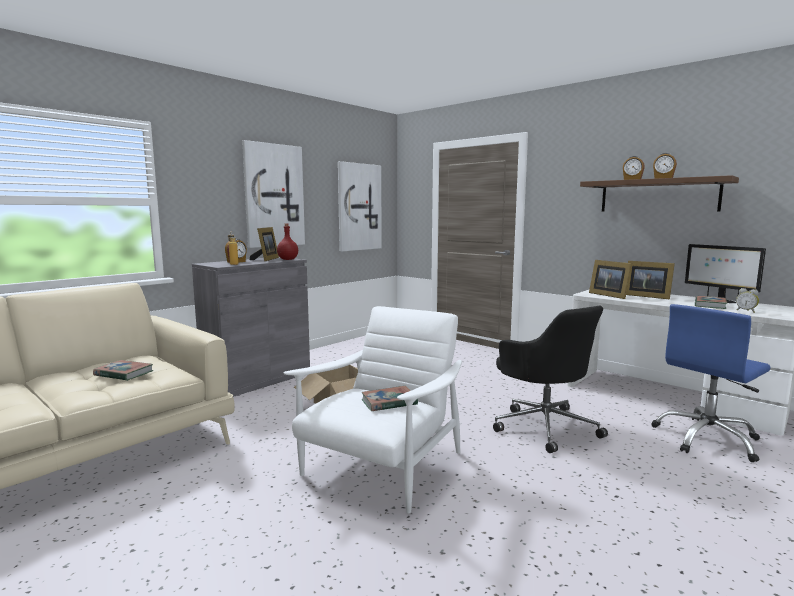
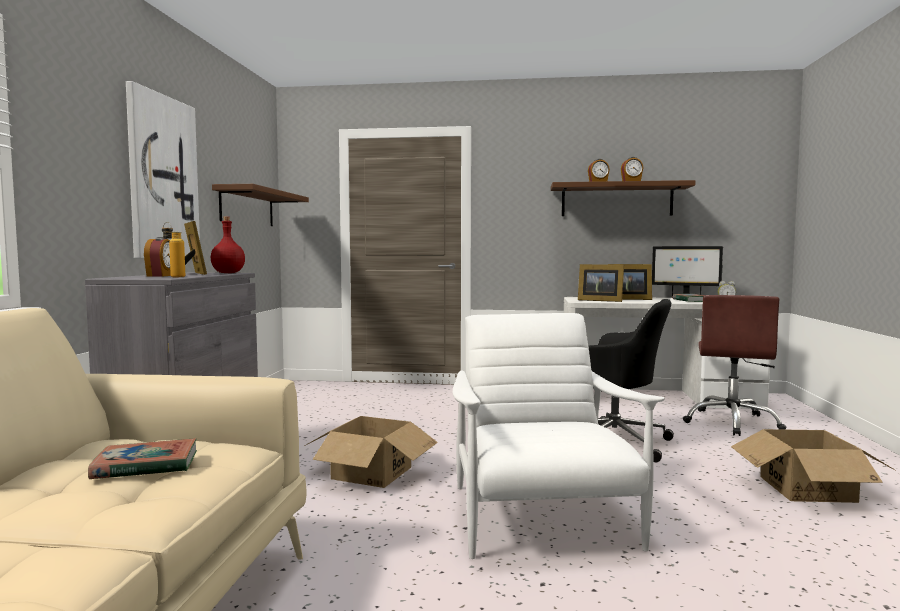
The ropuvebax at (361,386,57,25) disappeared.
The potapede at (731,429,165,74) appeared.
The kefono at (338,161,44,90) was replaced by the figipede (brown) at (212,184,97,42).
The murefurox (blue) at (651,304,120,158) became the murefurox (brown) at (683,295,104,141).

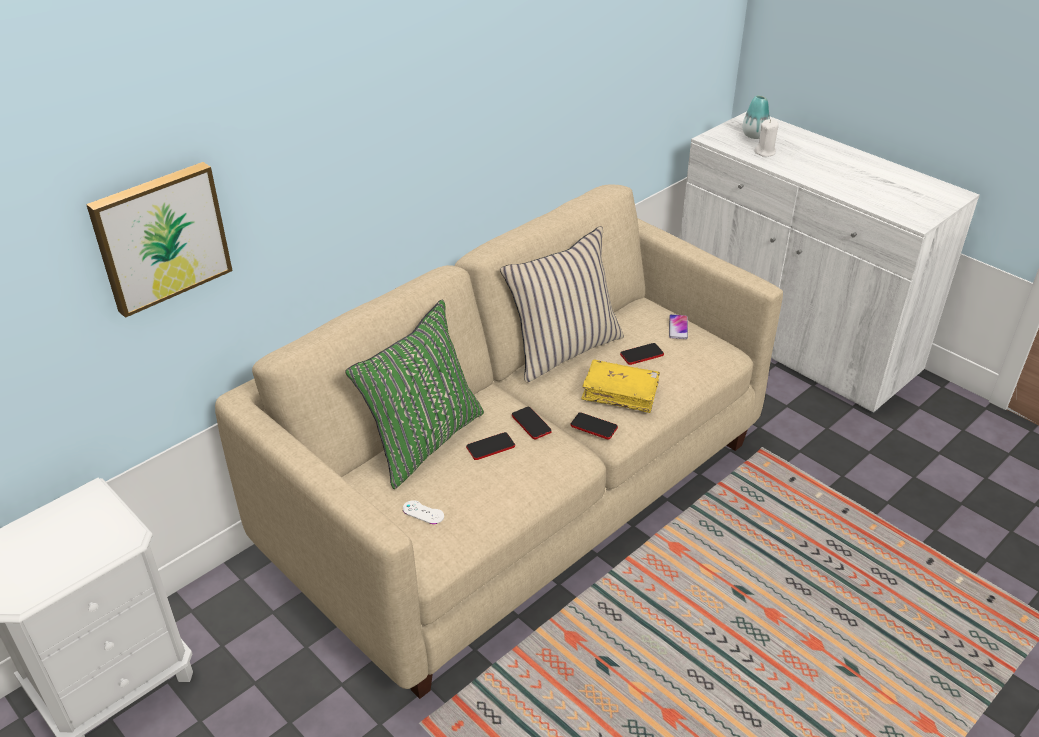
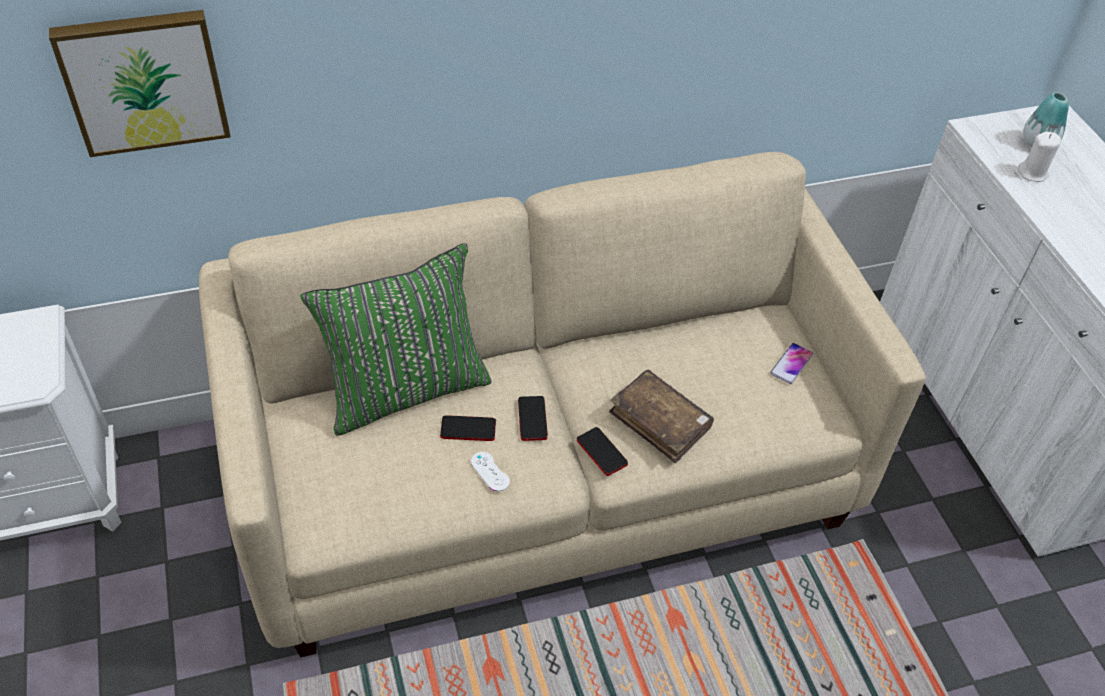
The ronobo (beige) at (500,226,124,157) disappeared.
The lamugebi at (620,343,44,22) disappeared.
The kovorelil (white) moved from (403,500,41,24) to (471,452,39,39).
The ropuvebax (yellow) at (581,359,79,54) became the ropuvebax (brown) at (609,370,105,93).

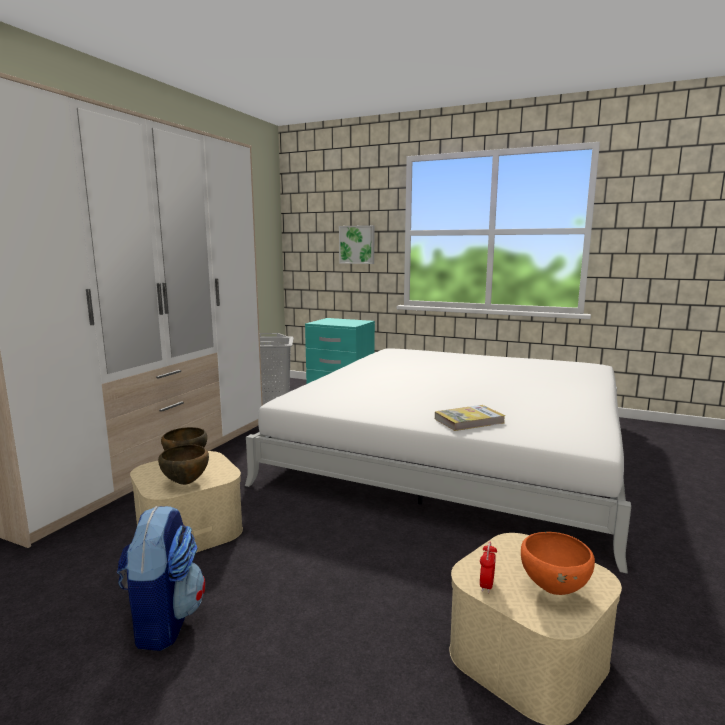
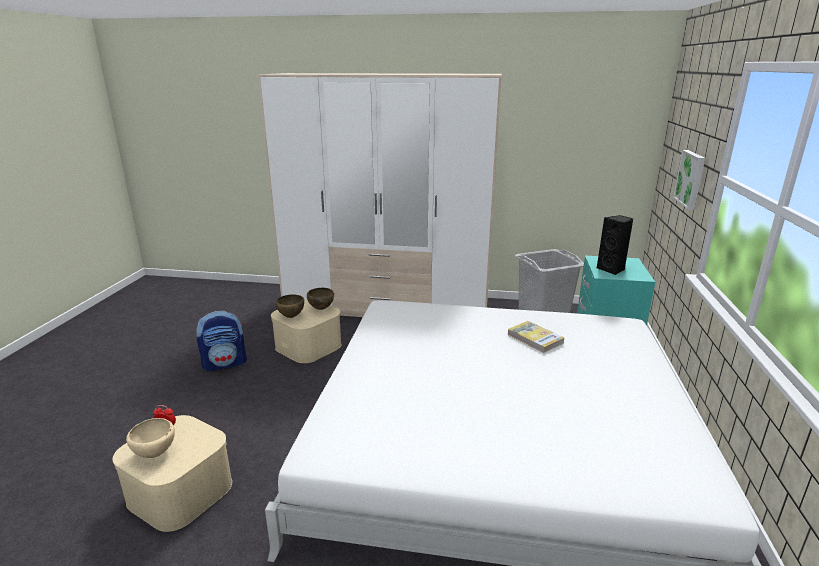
The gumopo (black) at (596,215,37,60) appeared.
The ropuvebax moved from (435,405,70,26) to (507,321,57,32).
The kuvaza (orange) at (521,532,74,63) became the kuvaza (beige) at (126,418,49,40).

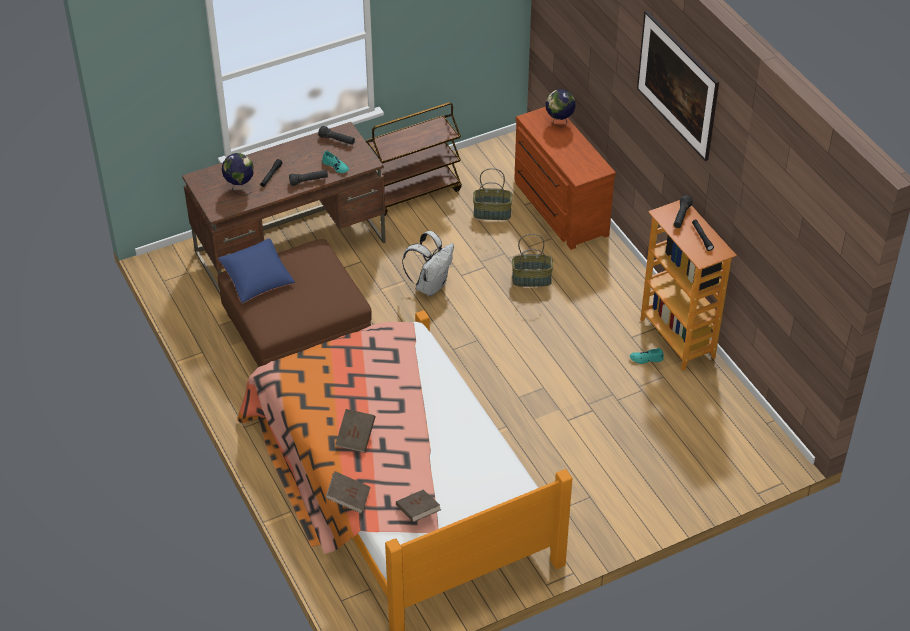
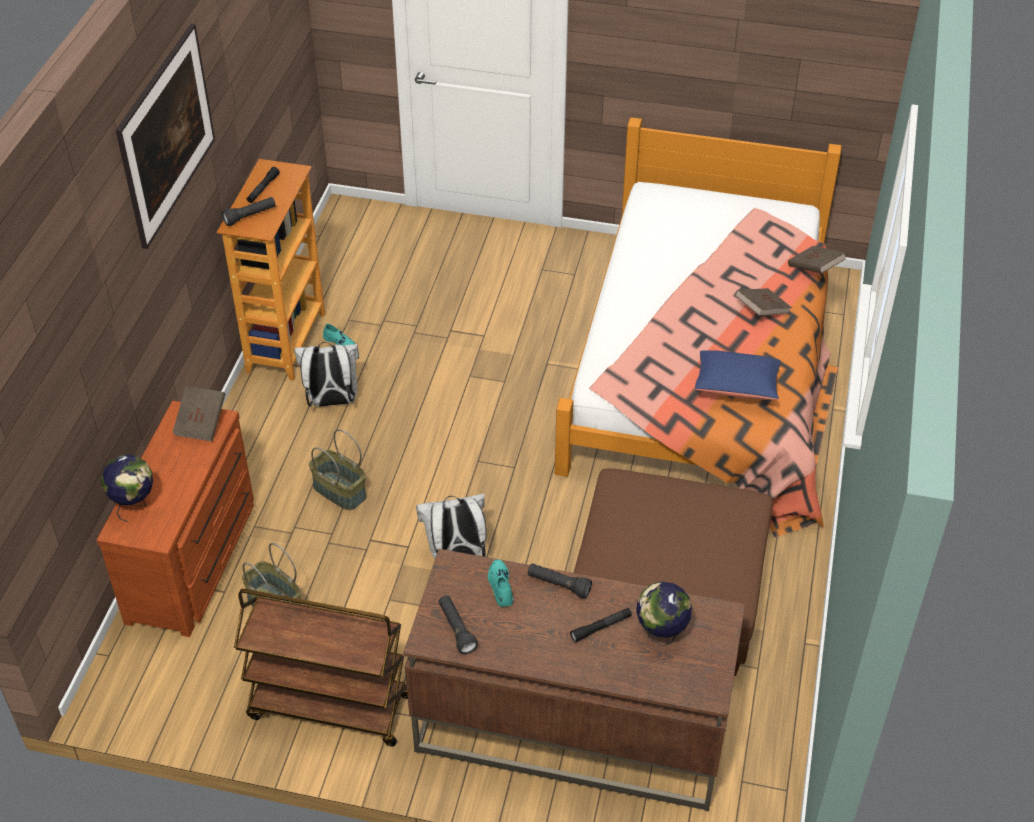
The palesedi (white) at (294,342,65,65) appeared.
The ronobo (blue) moved from (217,238,78,65) to (695,350,86,50).
The ropuvebax (brown) moved from (396,490,45,32) to (172,386,53,55).

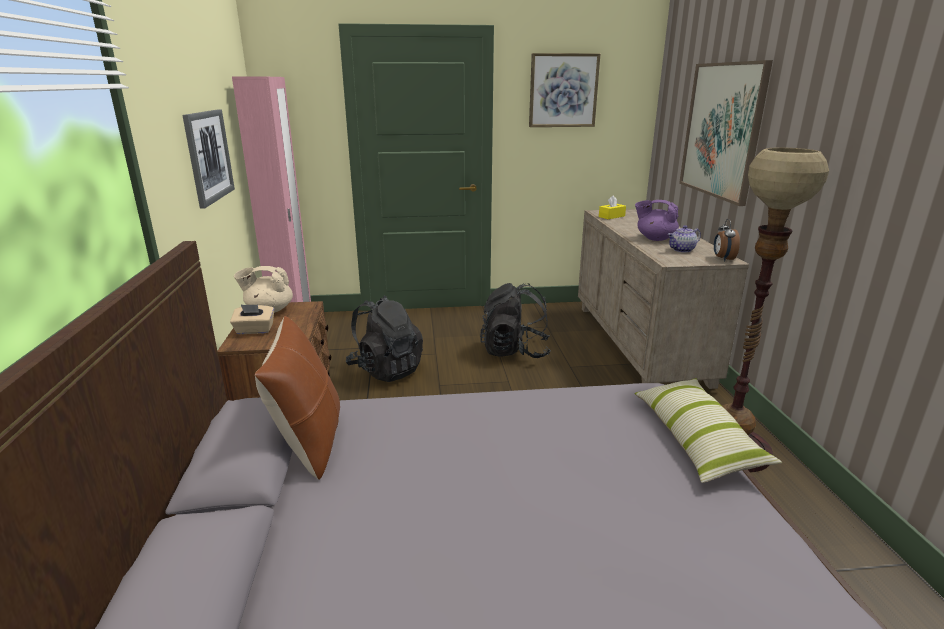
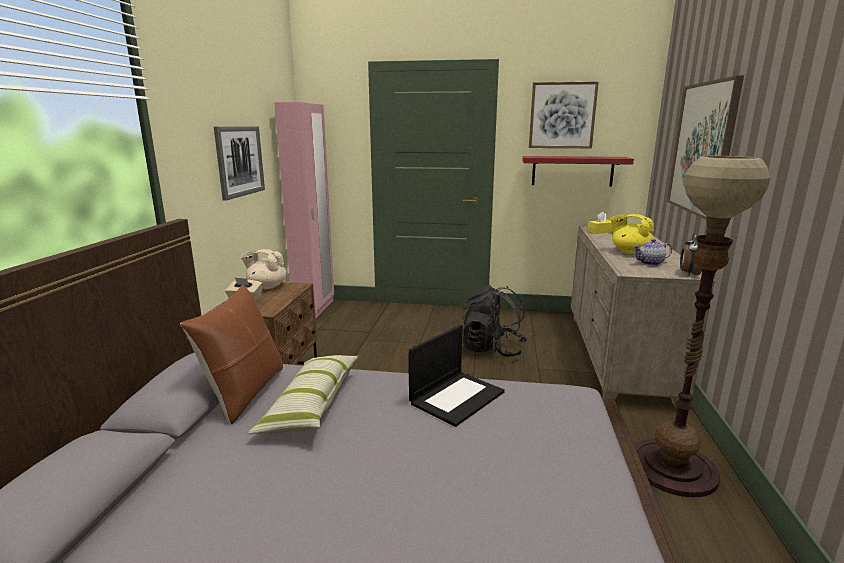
The palesedi (black) at (346,296,77,86) disappeared.
The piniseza at (409,325,96,102) appeared.
The figipede (red) at (522,156,112,31) appeared.
The ronobo moved from (635,378,147,105) to (248,355,112,79).
The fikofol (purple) at (635,200,44,41) became the fikofol (yellow) at (610,214,44,40).

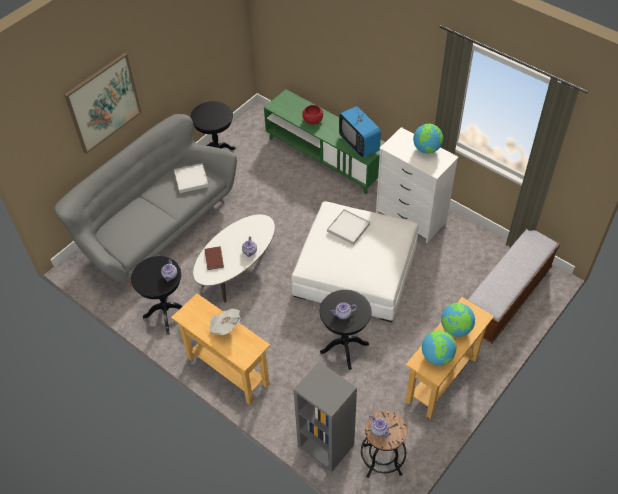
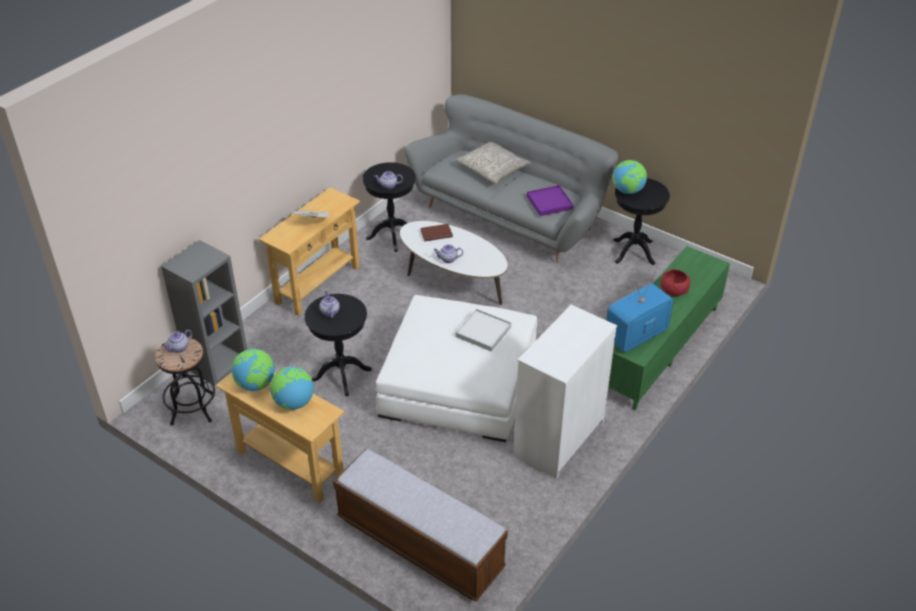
The kefono at (64,53,78,101) disappeared.
The ronobo (grey) at (455,142,76,42) appeared.
The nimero moved from (413,124,30,30) to (613,160,34,34).
The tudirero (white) at (174,163,35,30) became the tudirero (purple) at (527,185,46,31).

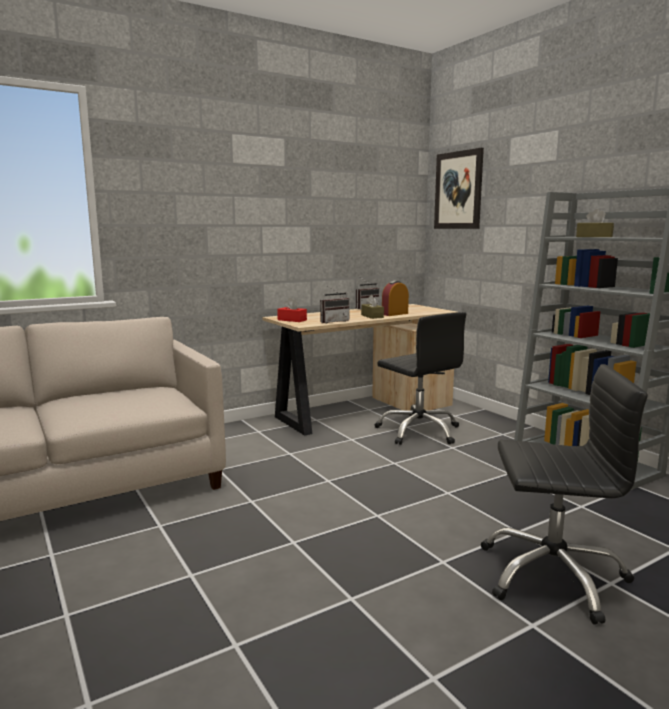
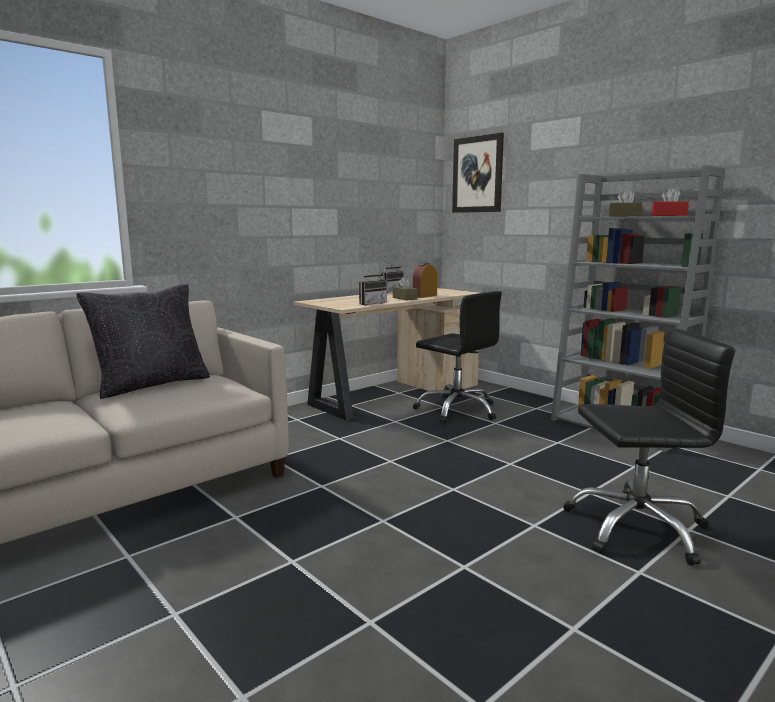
The ronobo (black) at (76,284,134,115) appeared.
The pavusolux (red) moved from (277,298,30,24) to (651,188,38,28).

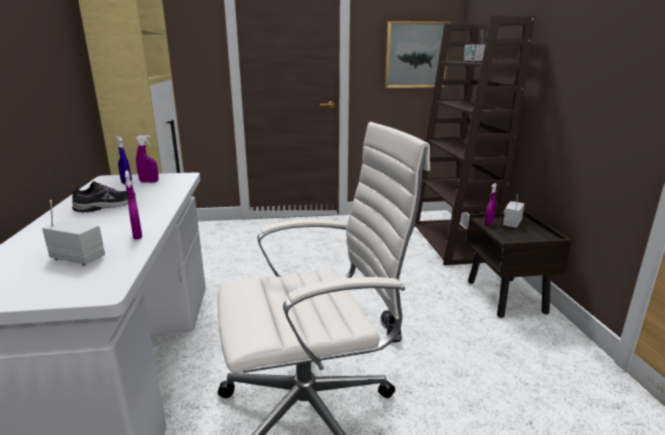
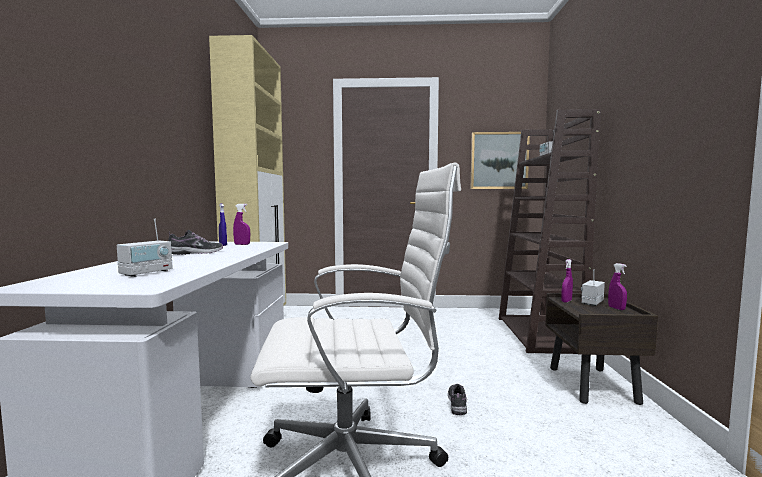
The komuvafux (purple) moved from (125,170,17,69) to (608,263,19,47).
The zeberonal at (42,200,63,66) turned 90 degrees clockwise.

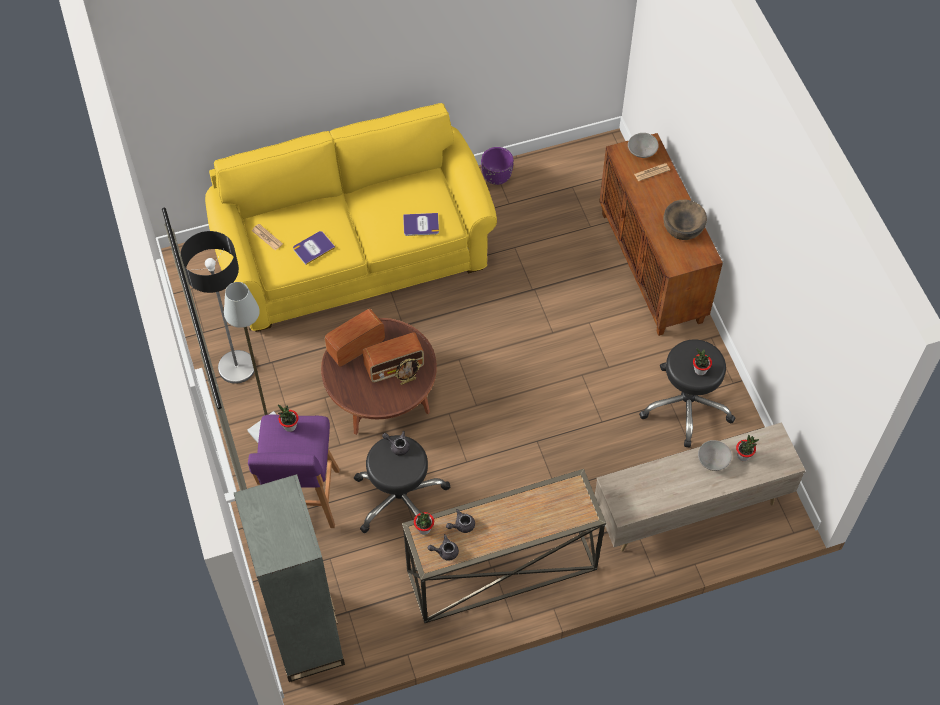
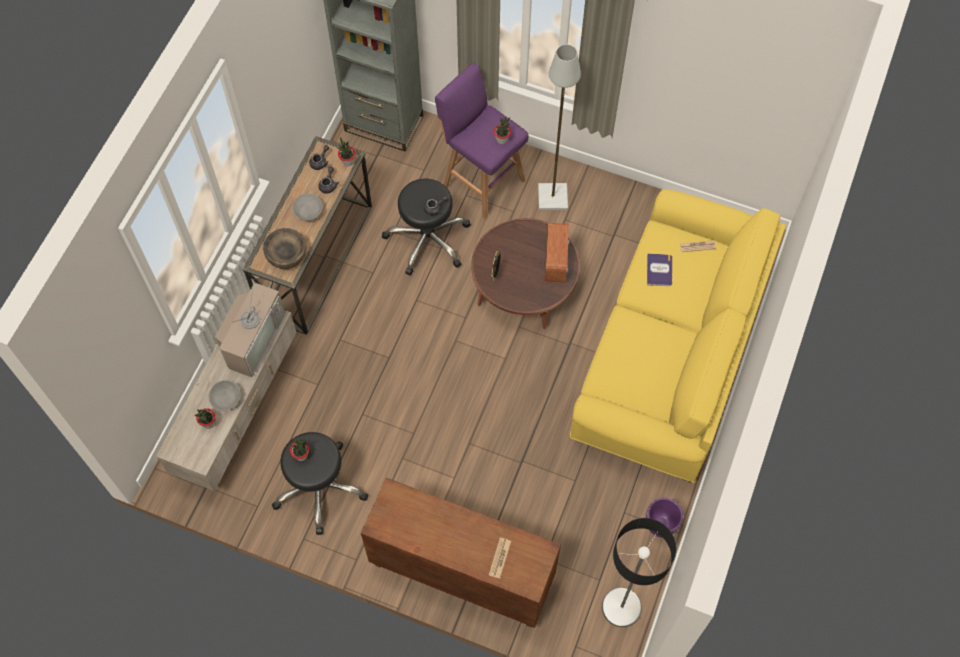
The zeberonal at (363,332,61,51) disappeared.
The ropuvebax at (403,213,36,23) disappeared.
The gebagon at (215,281,70,96) appeared.
The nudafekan moved from (180,231,74,153) to (602,518,74,109).
The kuvaza (grey) moved from (628,133,30,25) to (292,194,31,27).
The kuvaza (brown) moved from (663,200,44,40) to (263,228,43,41).

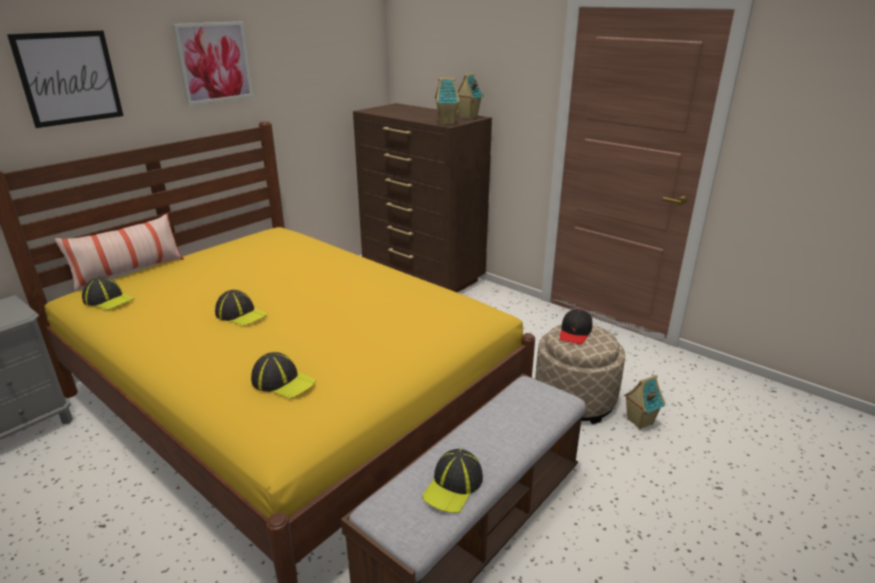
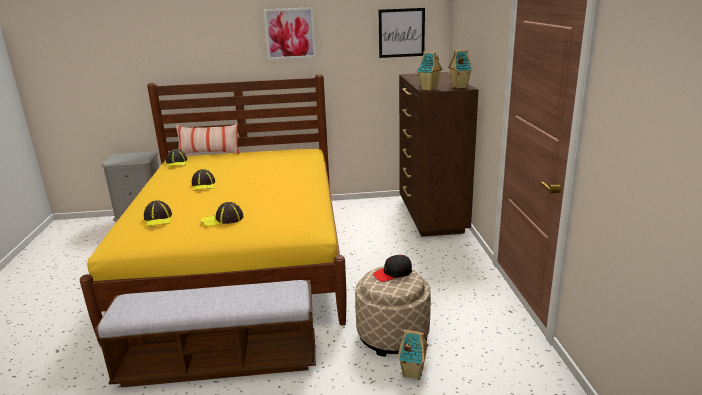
The kefono moved from (7,30,116,98) to (379,8,46,50).
The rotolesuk moved from (422,449,61,64) to (201,202,42,25).

